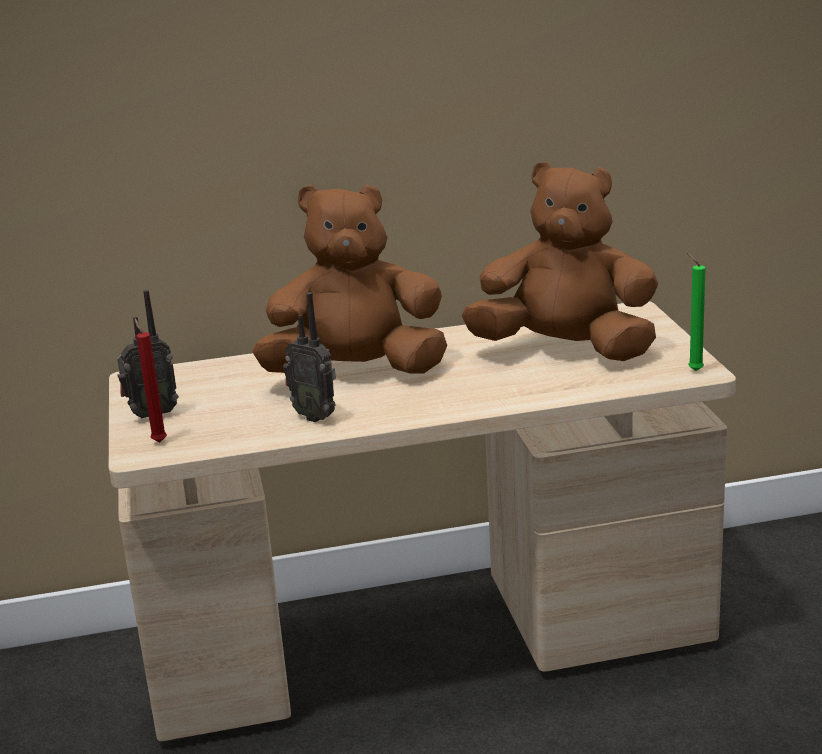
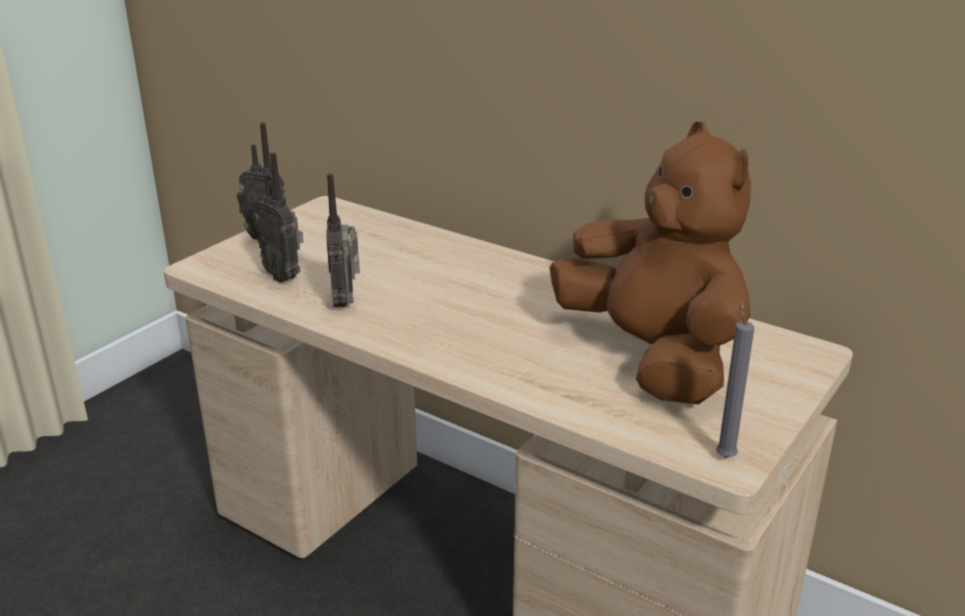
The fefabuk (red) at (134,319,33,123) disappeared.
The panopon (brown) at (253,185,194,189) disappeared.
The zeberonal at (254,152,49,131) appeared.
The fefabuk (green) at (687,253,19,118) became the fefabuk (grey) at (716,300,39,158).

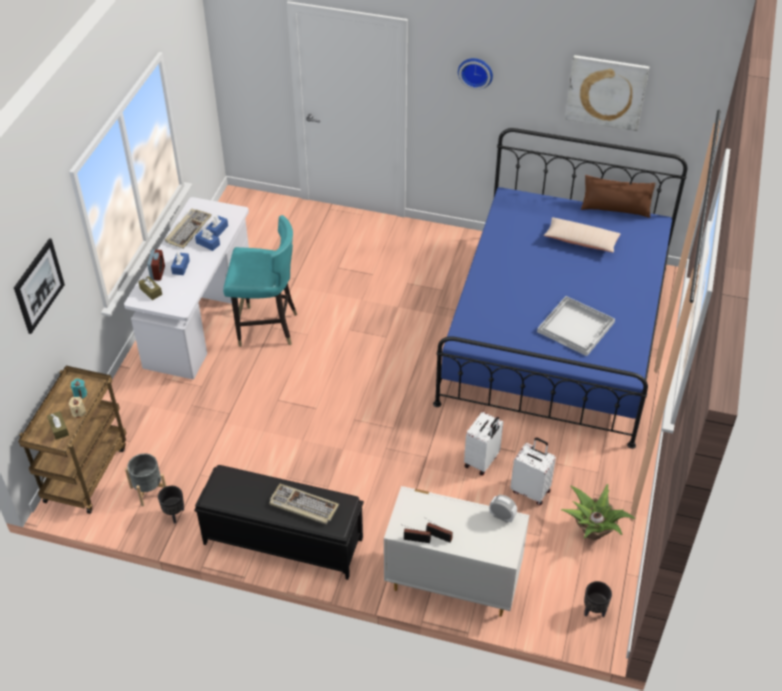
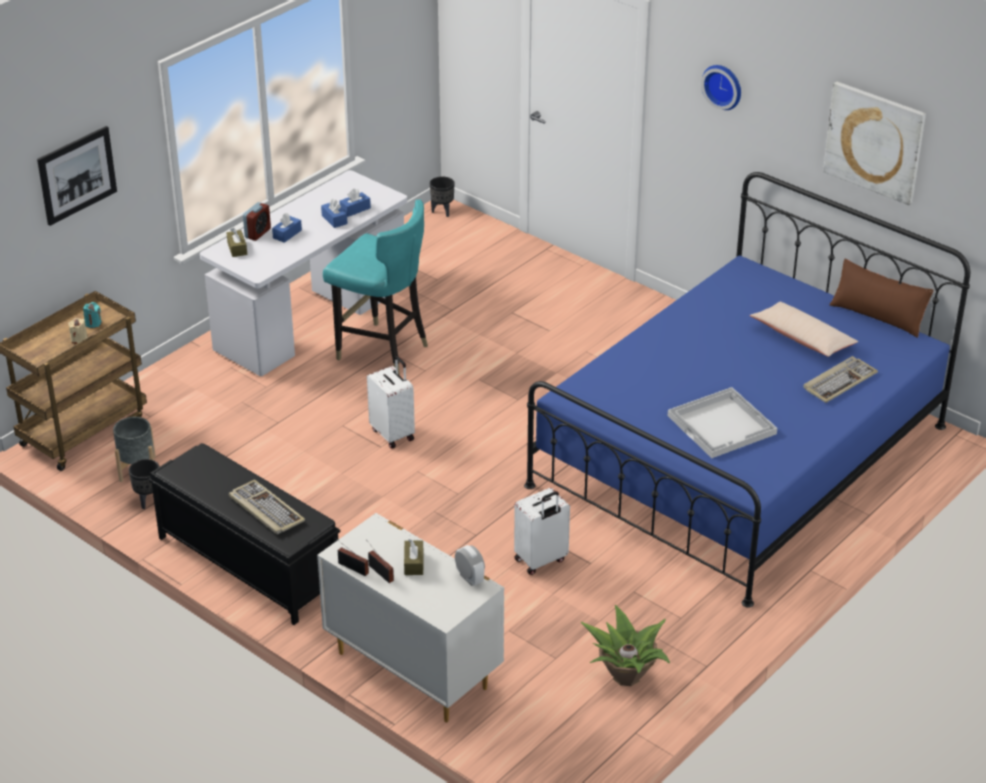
The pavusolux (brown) moved from (47,411,22,29) to (404,539,19,36).
The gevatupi moved from (165,209,47,40) to (803,356,75,47).
The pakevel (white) moved from (510,437,46,68) to (367,356,48,93).
The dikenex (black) moved from (584,581,28,36) to (430,176,25,41).

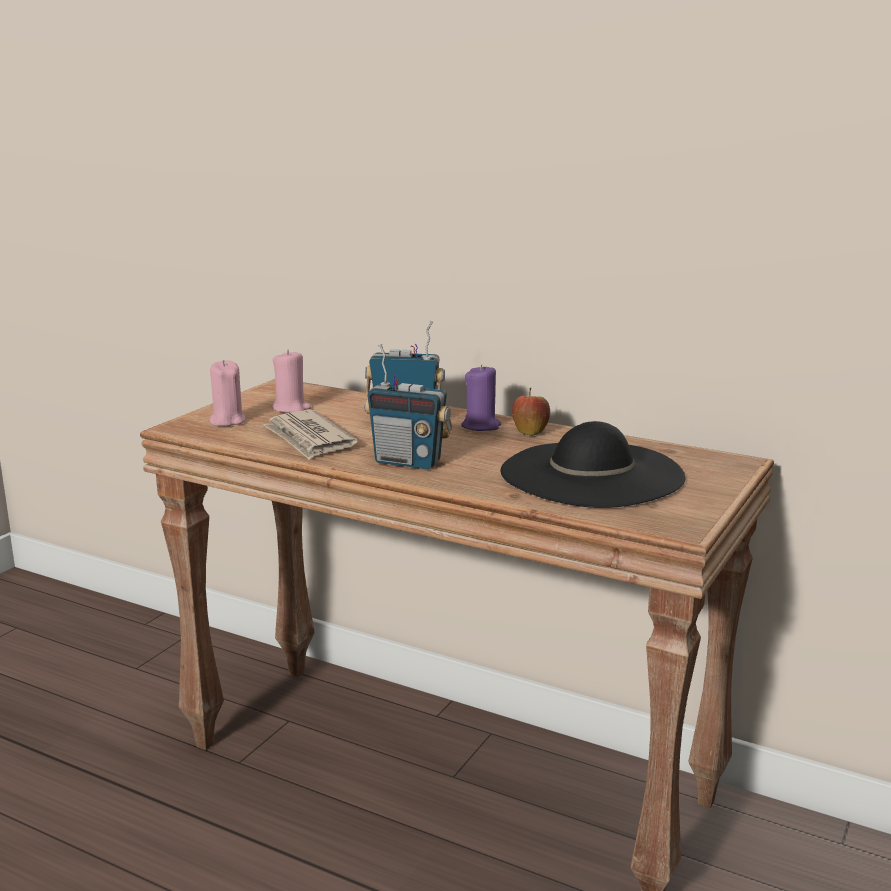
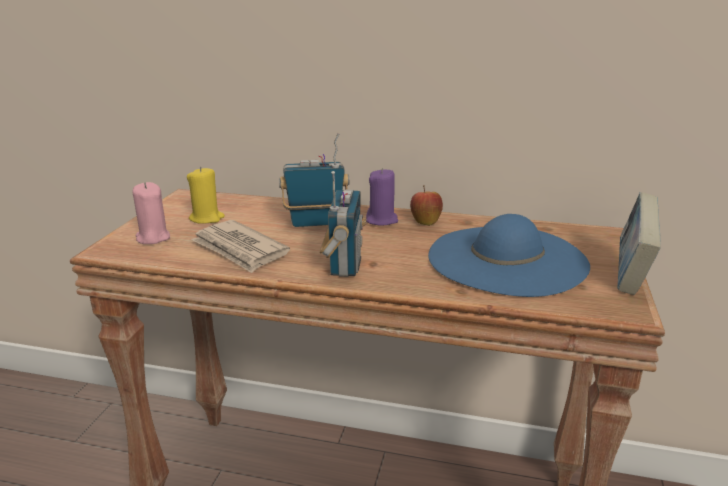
The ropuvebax at (618,192,43,103) appeared.
The fefabuk (pink) at (272,350,39,63) became the fefabuk (yellow) at (187,167,38,57).
The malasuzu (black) at (501,421,184,87) became the malasuzu (blue) at (428,214,162,83).
The zeberonal at (364,344,88,125) turned 90 degrees counterclockwise.

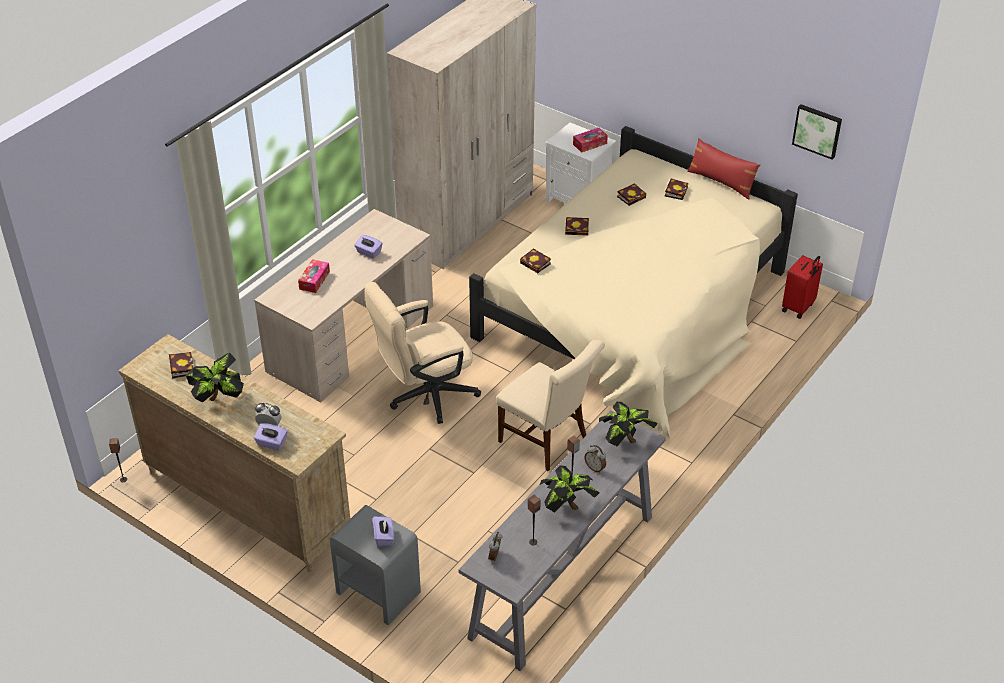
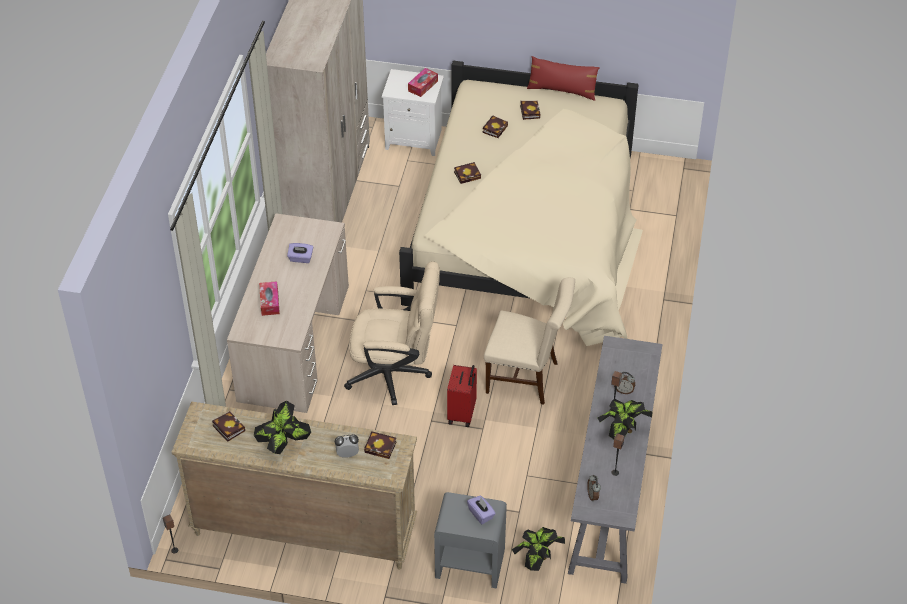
The pavusolux (purple) at (254,423,34,27) disappeared.
The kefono at (792,104,50,56) disappeared.
The ropuvebax moved from (520,249,31,24) to (364,431,32,28).
The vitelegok moved from (599,402,59,44) to (512,527,53,44).
The pakevel (red) moved from (782,255,41,64) to (447,365,30,62).
The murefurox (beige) at (364,282,117,142) turned 120 degrees counterclockwise.

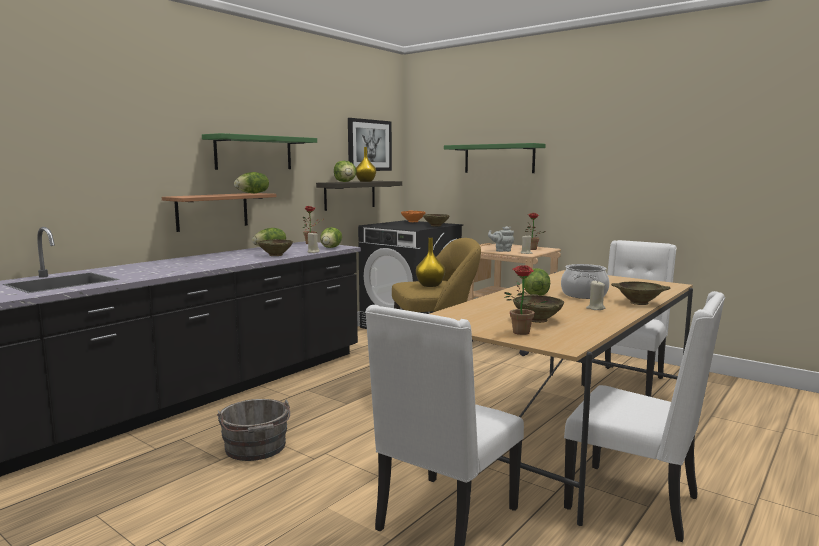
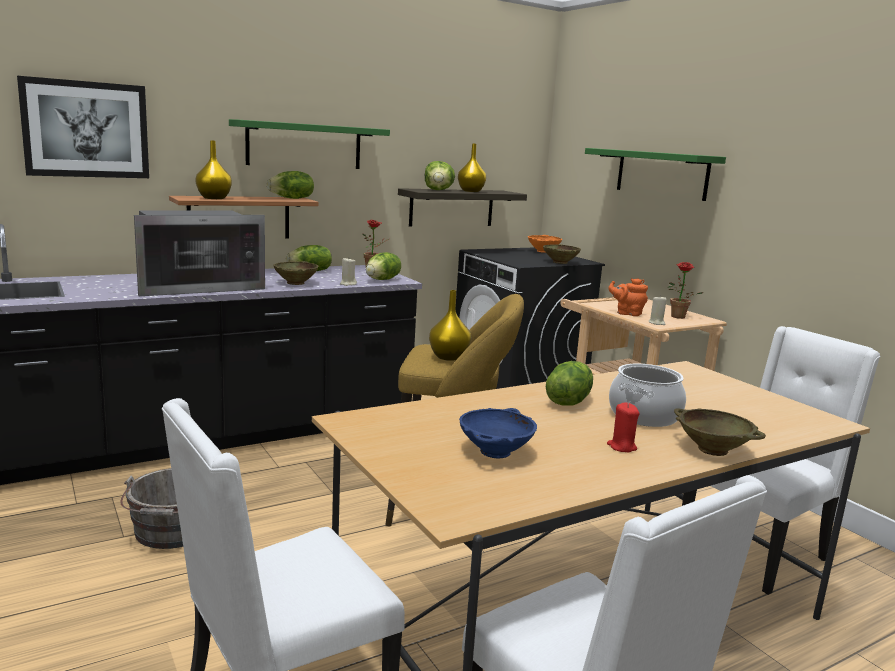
The vitelegok at (504,265,44,70) disappeared.
The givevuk at (134,211,131,85) appeared.
The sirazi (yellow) at (195,140,37,59) appeared.
The kefono moved from (348,118,44,53) to (17,76,132,102).
The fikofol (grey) at (488,226,26,26) became the fikofol (orange) at (608,278,40,38).
The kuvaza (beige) at (513,294,51,29) became the kuvaza (blue) at (459,408,78,50).
The fefabuk (beige) at (586,280,19,30) became the fefabuk (red) at (607,403,33,49).

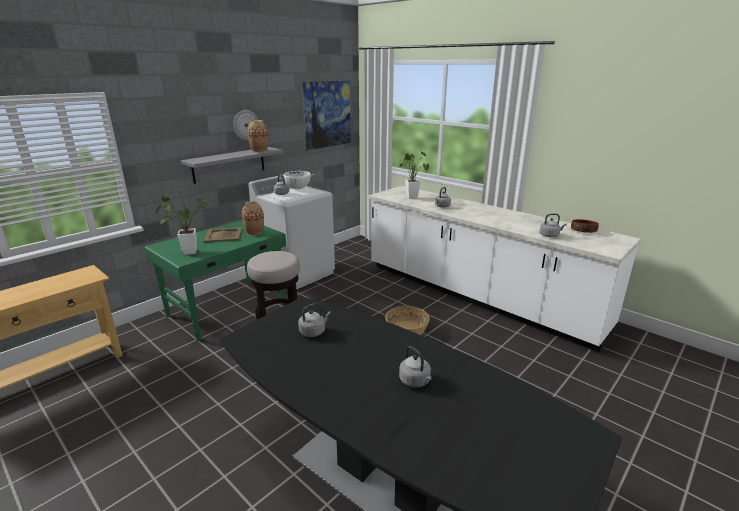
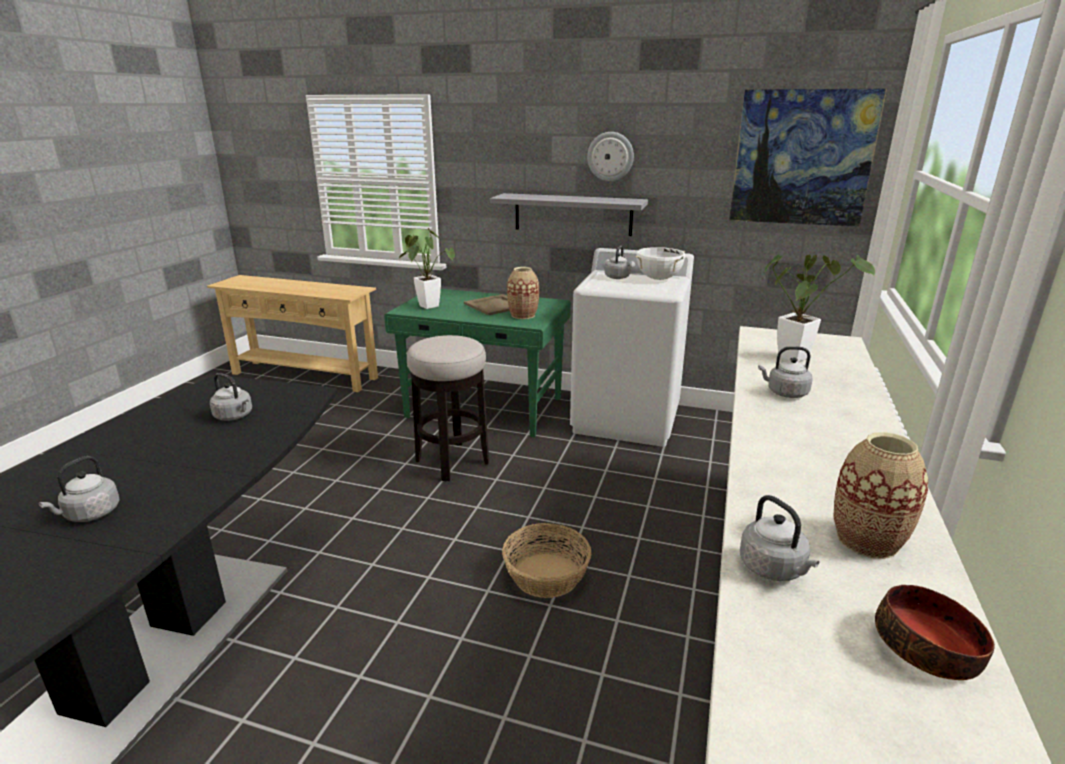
The sirazi moved from (248,120,20,32) to (834,432,94,127).

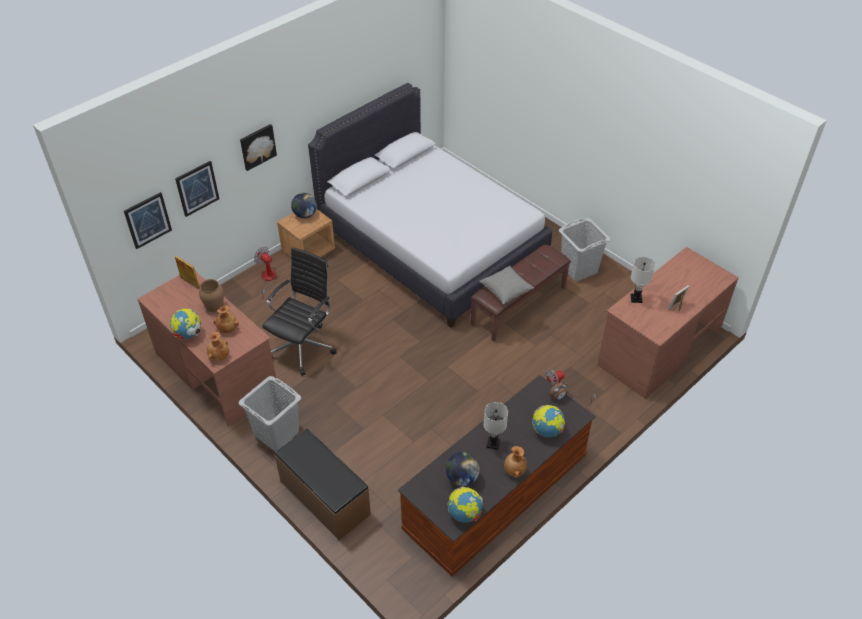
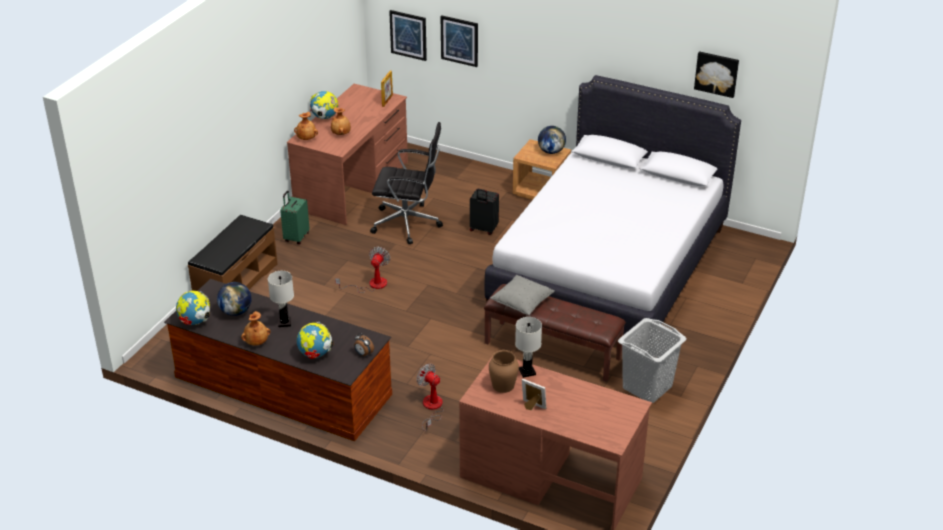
The pakevel (black) at (470,189,29,46) appeared.
The sirazi (brown) moved from (199,279,25,33) to (489,350,30,43).
The kefono moved from (240,124,37,47) to (694,51,45,47).
The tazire moved from (254,247,23,51) to (335,247,56,46).
The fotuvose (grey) at (238,376,63,75) was replaced by the pakevel (green) at (280,191,29,53).

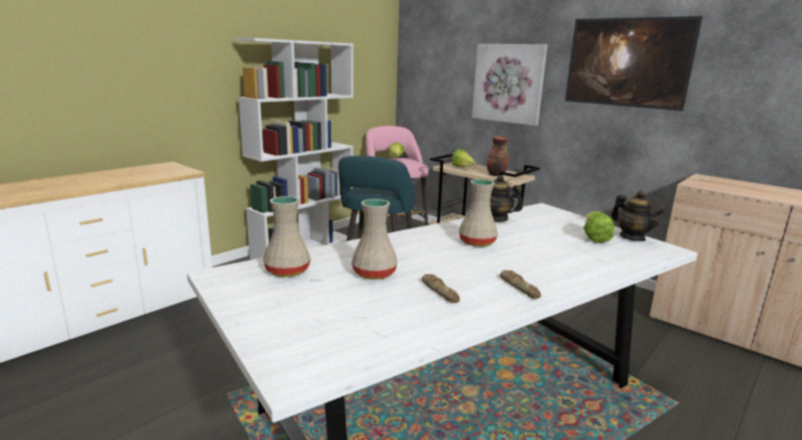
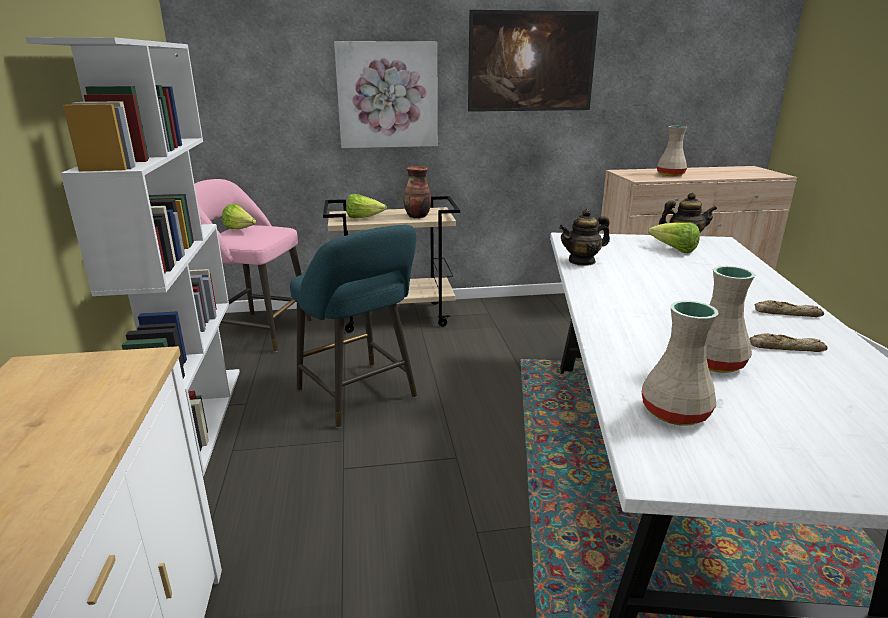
The sirazi (beige) moved from (459,179,39,68) to (657,126,30,50).

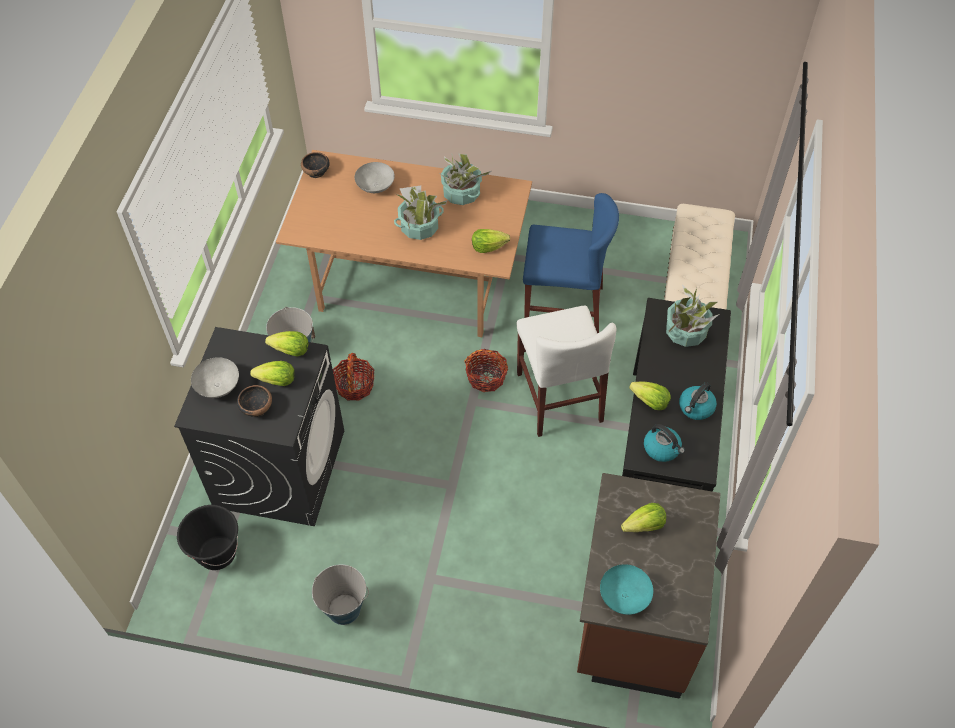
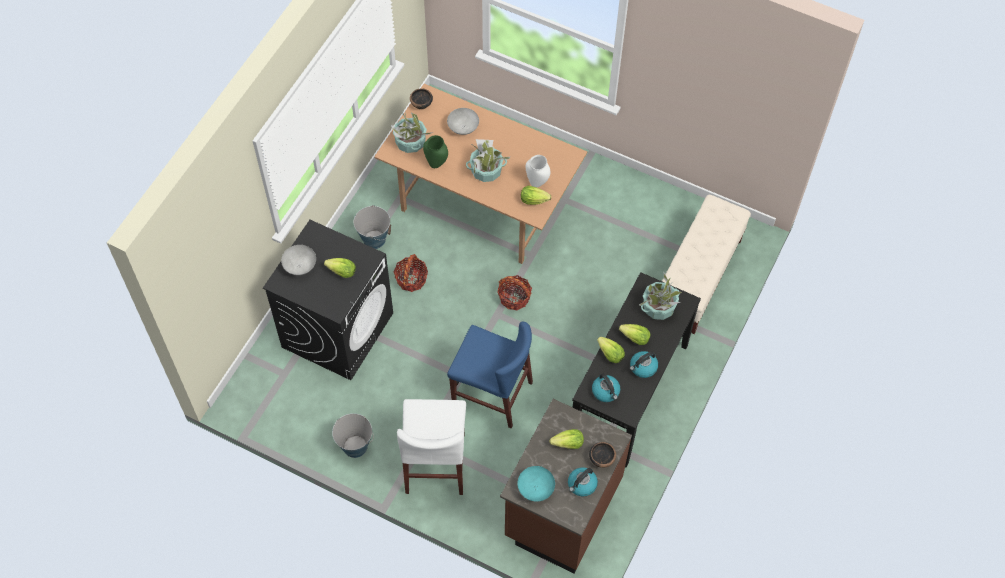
The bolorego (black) at (177,505,61,65) disappeared.
The sirazi (green) at (423,135,25,33) appeared.
The sirazi (white) at (526,155,24,32) appeared.
The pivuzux at (568,467,30,30) appeared.
The kuvaza moved from (237,385,35,32) to (589,442,27,26).
The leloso moved from (265,331,44,26) to (619,324,32,21).
The vitelegok moved from (438,154,54,51) to (391,112,43,41).
The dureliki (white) moved from (517,306,99,131) to (397,399,69,96).
The dureliki (blue) moved from (523,193,96,141) to (447,322,86,106).

